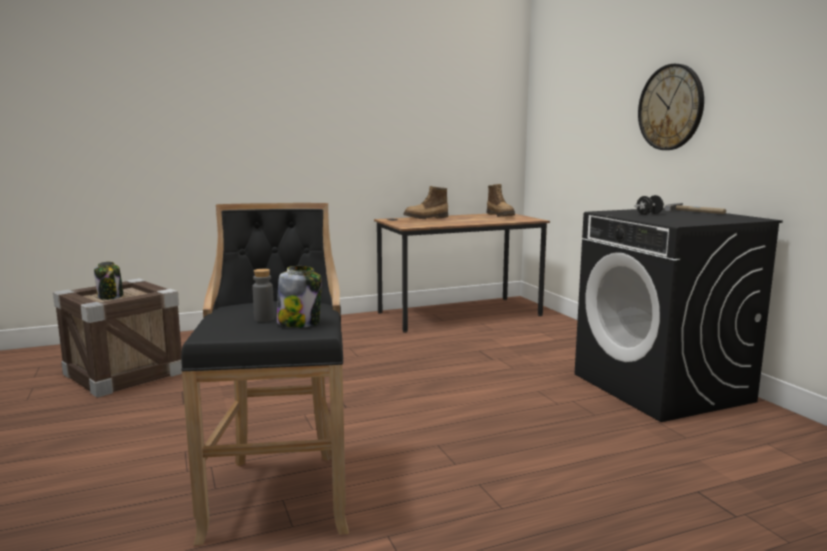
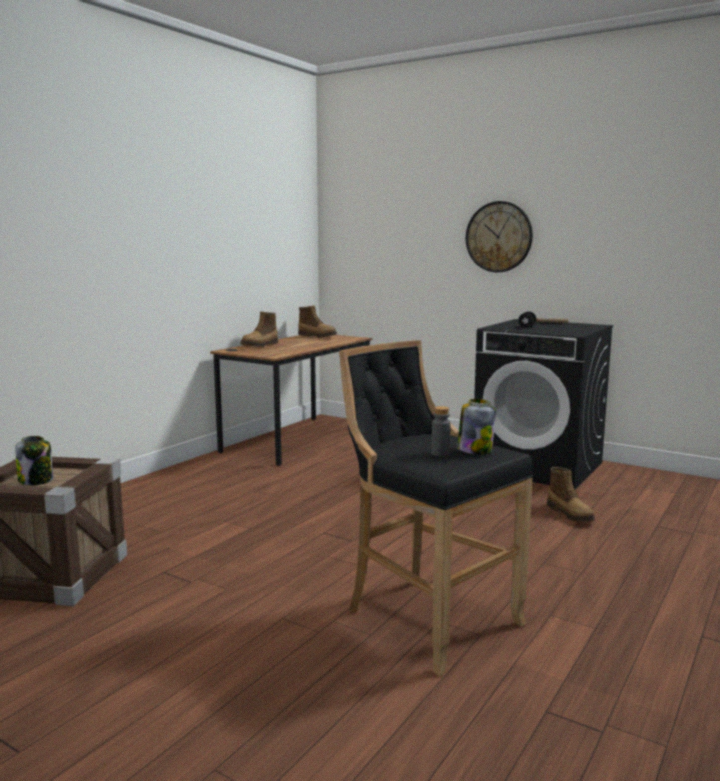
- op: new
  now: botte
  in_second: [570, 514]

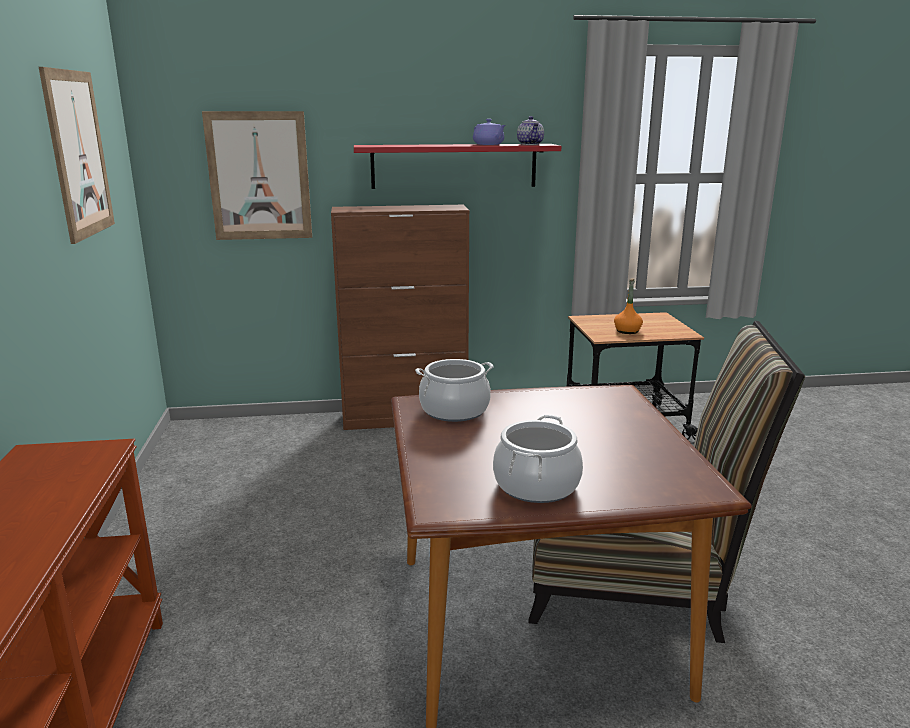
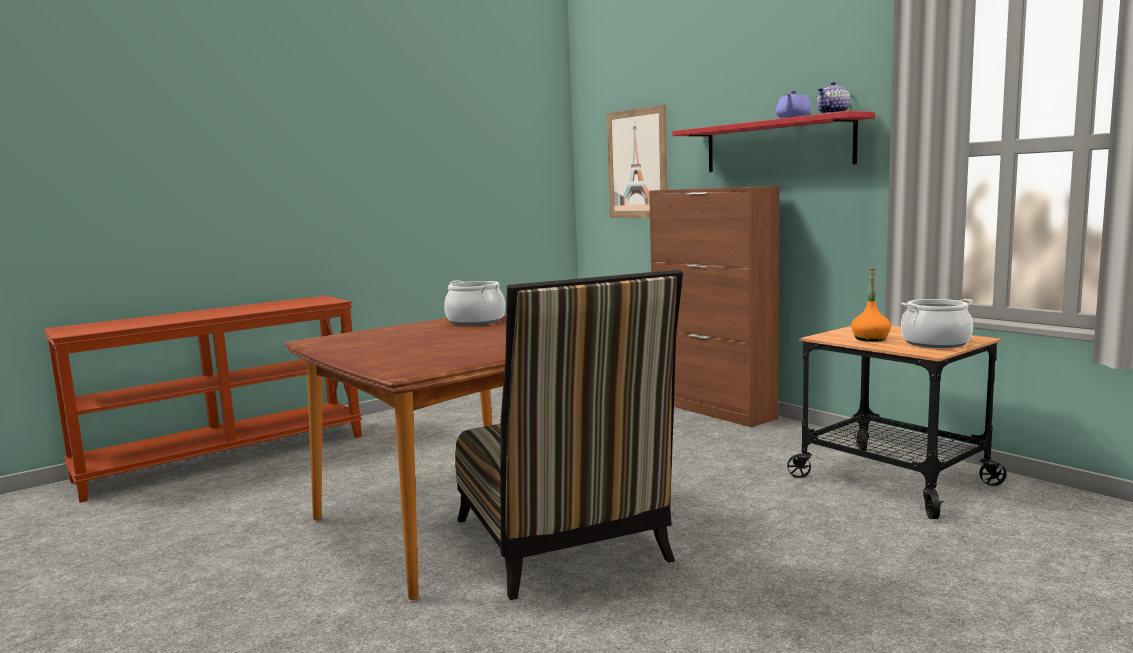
- op: gone
  was: tableau
  in_first: [78, 154]
- op: shifted
  was: marmite
  in_first: [536, 485]
  in_second: [935, 343]

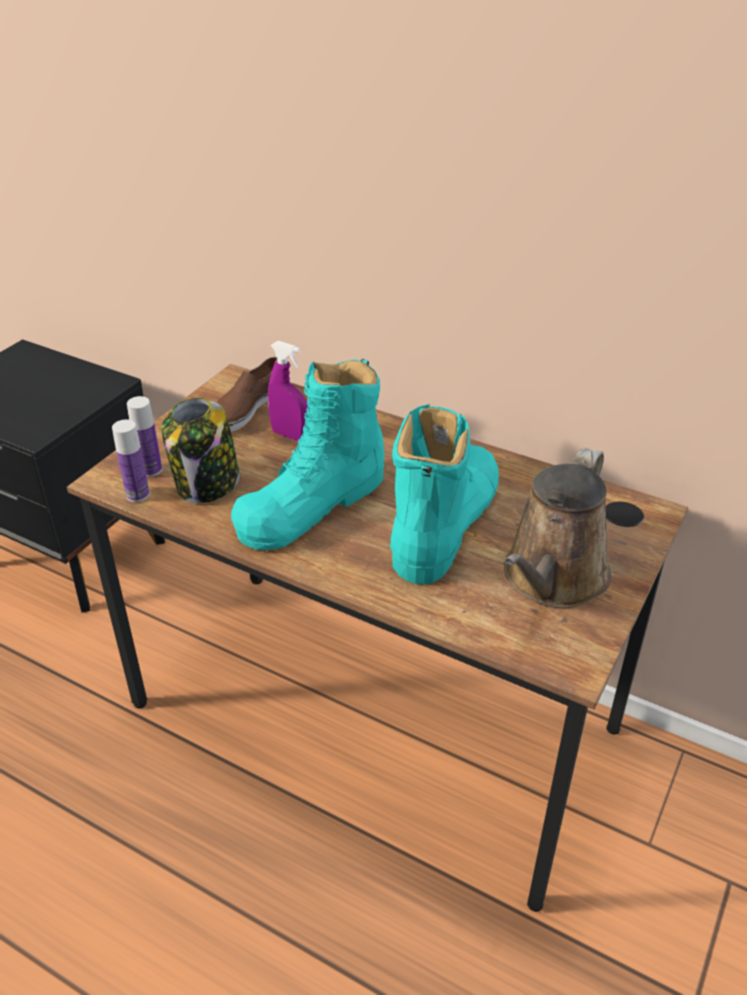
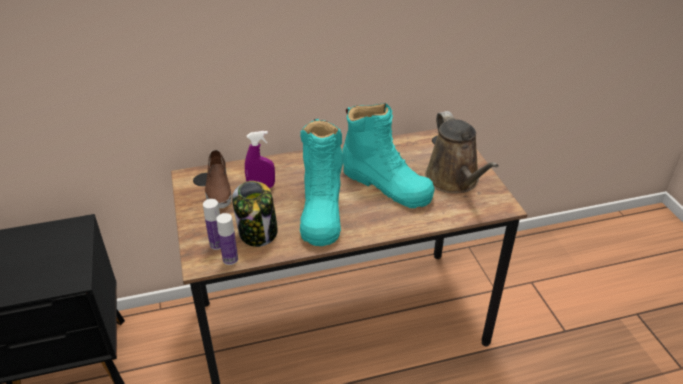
- op: rotated
  was: botte/turquoise
  in_first: [444, 523]
  in_second: [386, 184]
  clockwise: 150

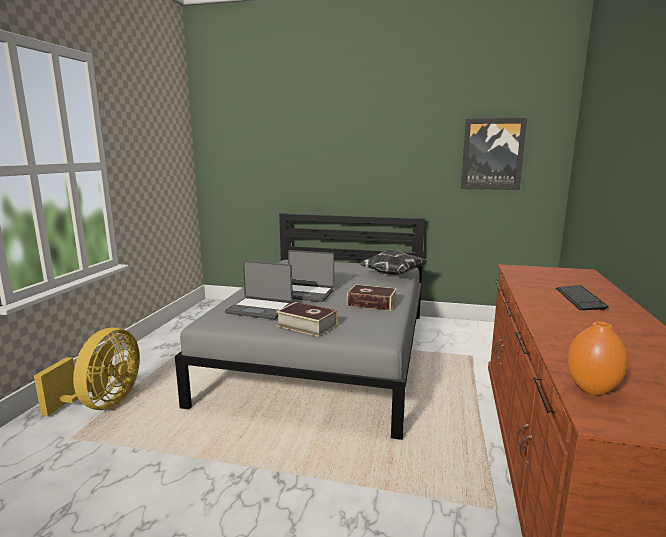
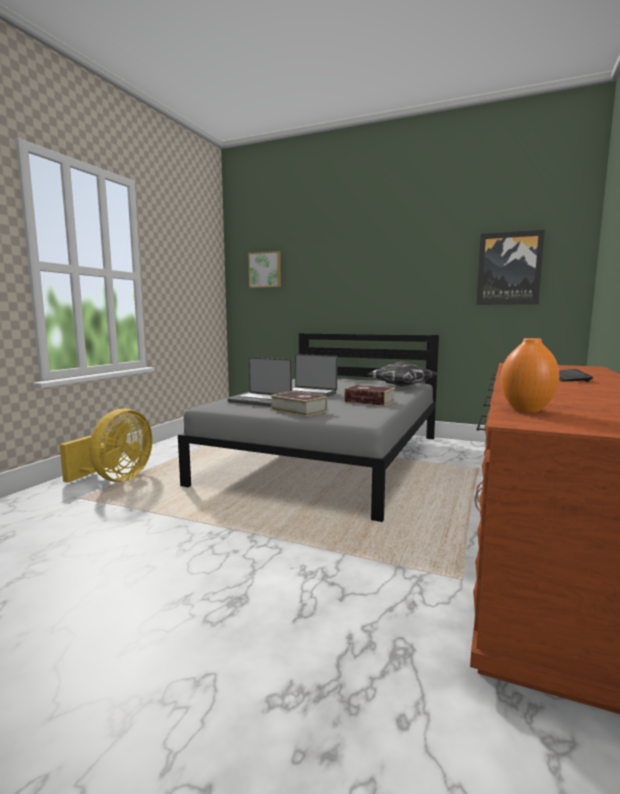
- op: new
  now: tableau
  in_second: [265, 270]

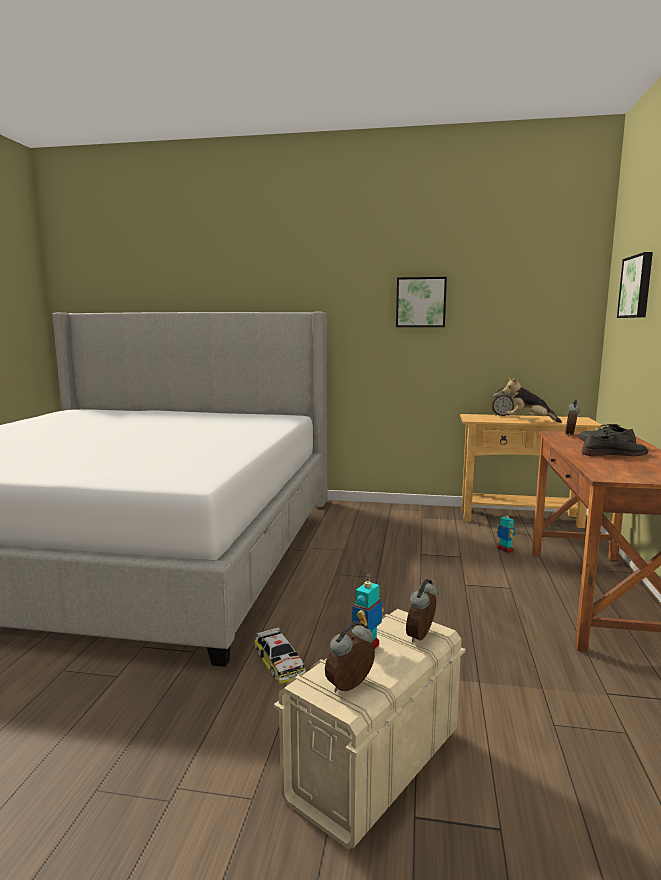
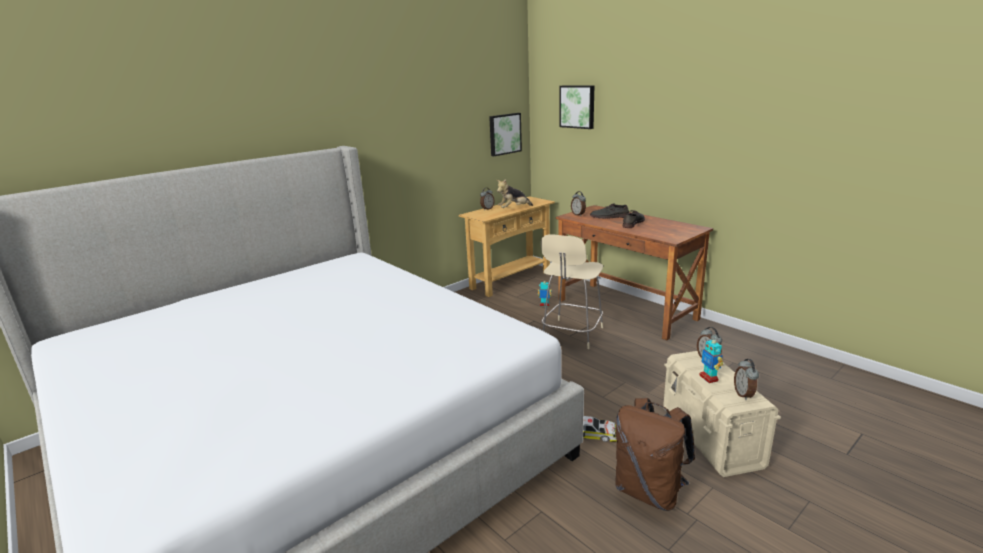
- op: shifted
  was: tableau
  in_first: [421, 302]
  in_second: [504, 134]
- op: new
  now: chaise/beige
  in_second: [571, 335]
- op: new
  now: sac à dos/marron
  in_second: [649, 491]

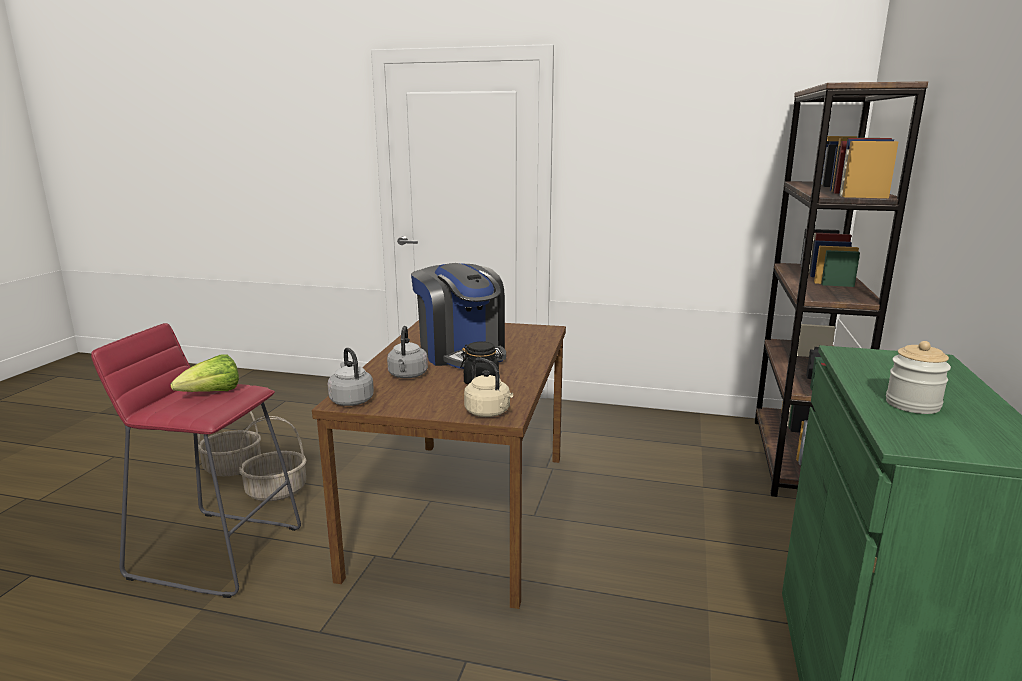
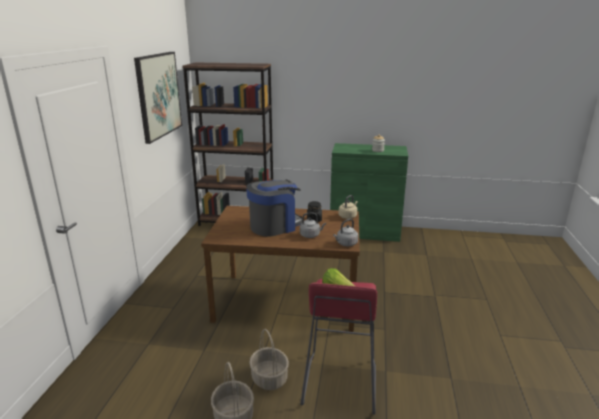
- op: new
  now: tableau
  in_second: [158, 95]

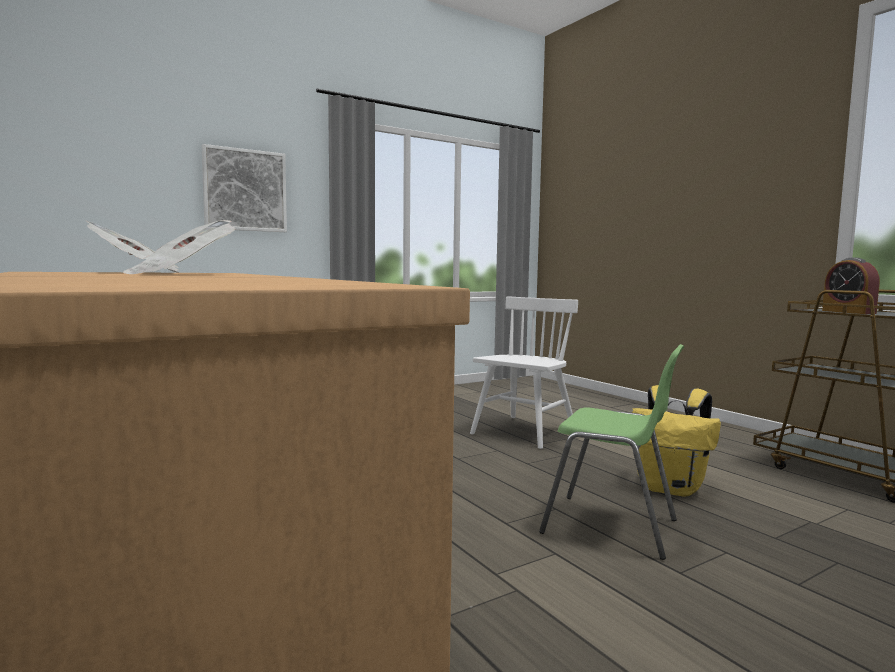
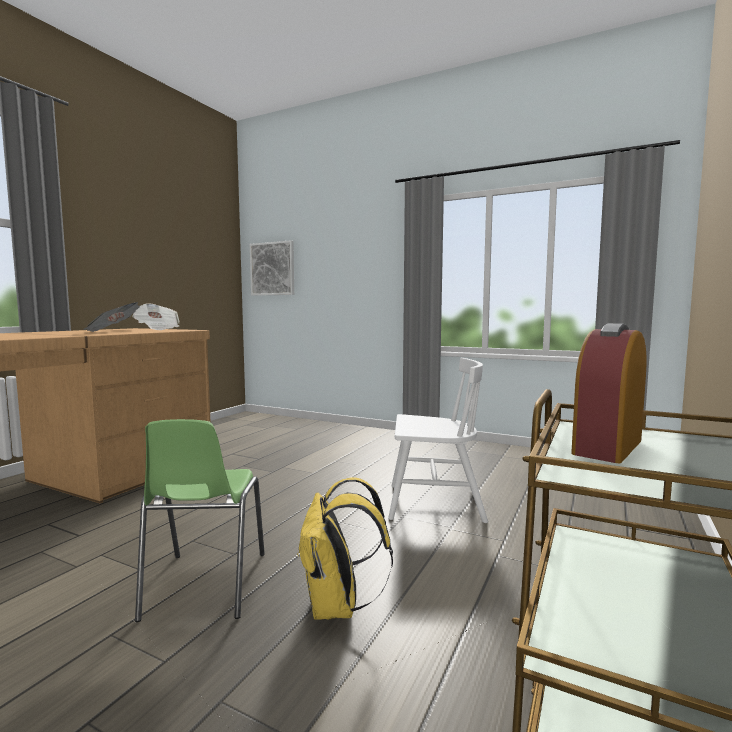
- op: shifted
  was: tableau
  in_first: [245, 190]
  in_second: [272, 269]

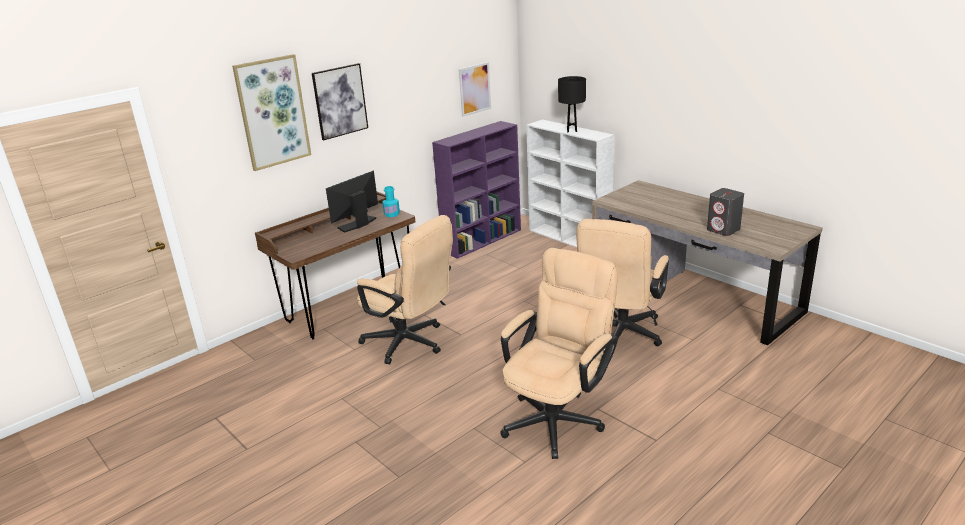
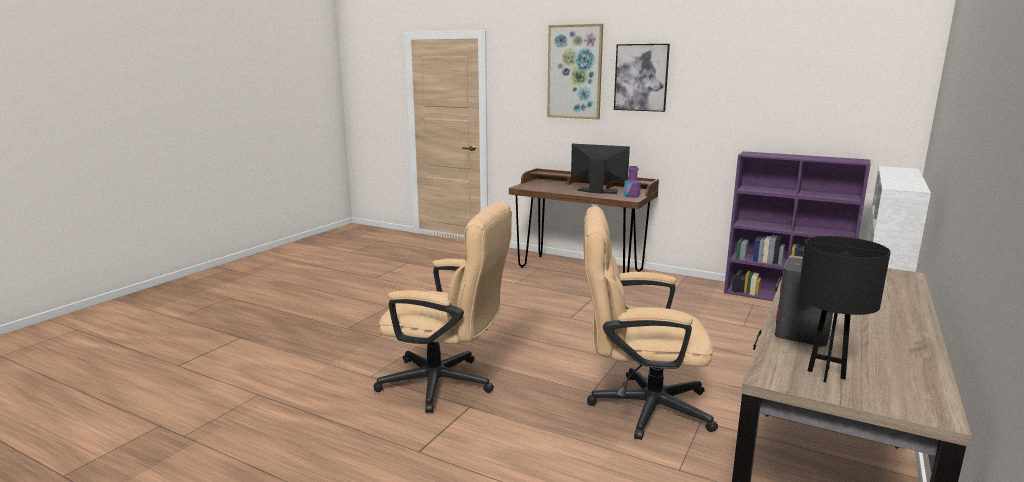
- op: gone
  was: tableau
  in_first: [475, 89]
- op: shifted
  was: lampe de table/noir
  in_first: [571, 130]
  in_second: [826, 374]
- op: repainted
  was: bouteille/turquoise
  now: bouteille/violet
  in_first: [392, 214]
  in_second: [631, 196]
- op: gone
  was: chaise de bureau/beige
  in_first: [410, 343]

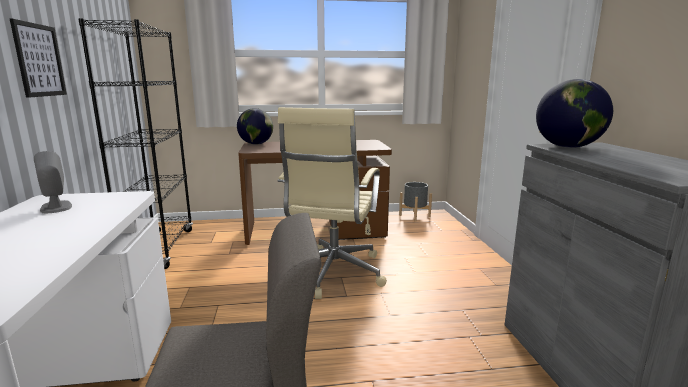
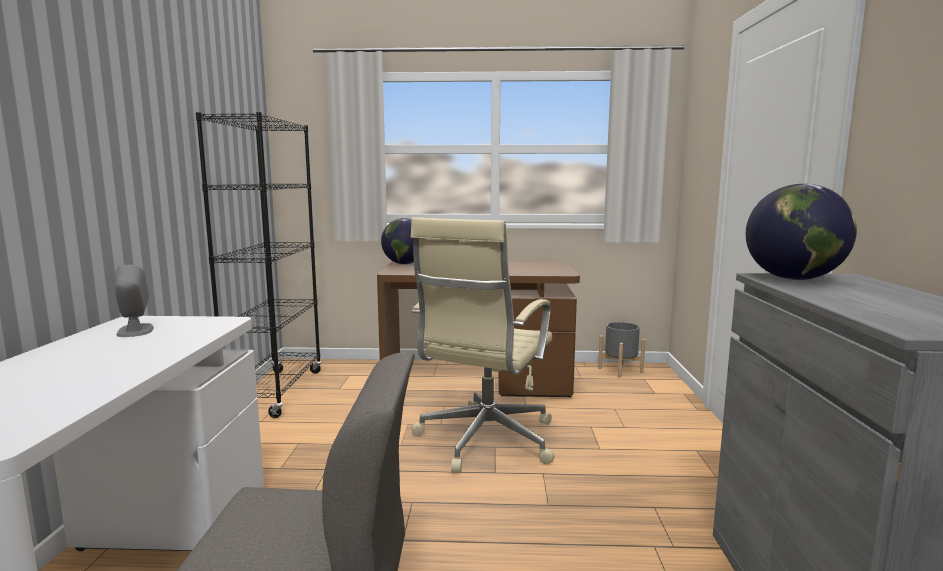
- op: gone
  was: tableau
  in_first: [39, 60]

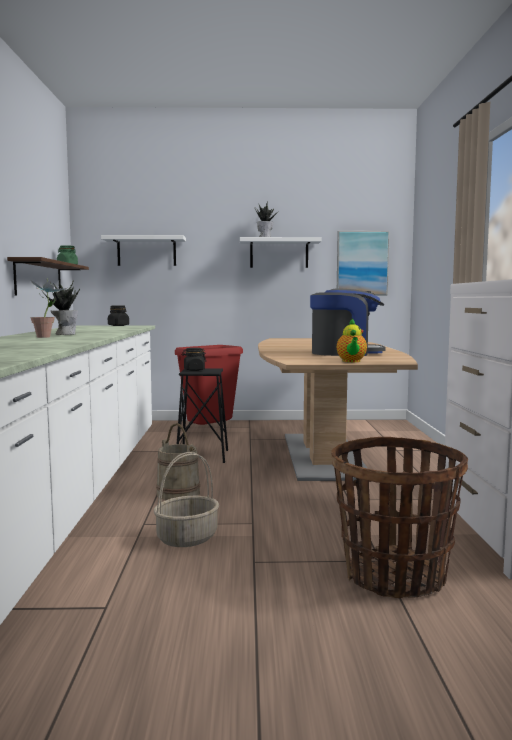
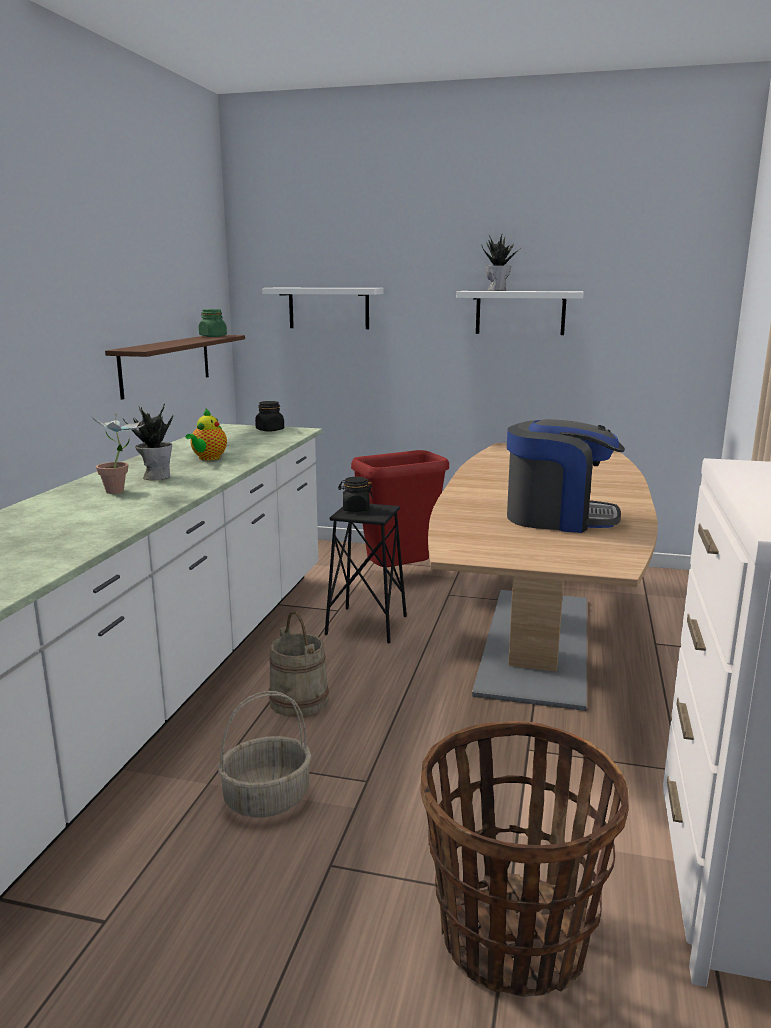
- op: gone
  was: tableau
  in_first: [362, 263]
- op: shifted
  was: théière
  in_first: [351, 361]
  in_second: [208, 458]

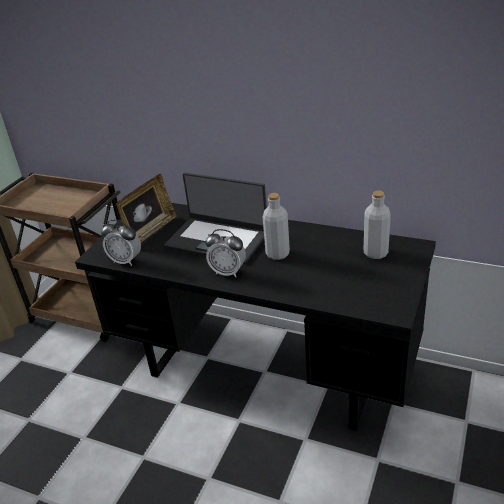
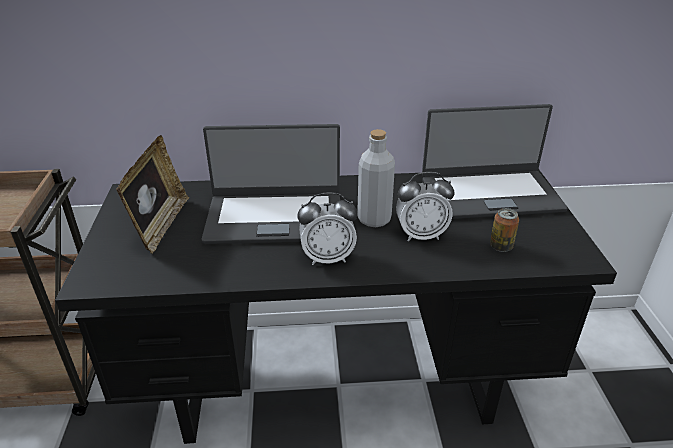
- op: swapped
  was: bouteille/gris
  now: ordinateur portable
  in_first: [375, 253]
  in_second: [490, 194]
- op: shifted
  was: réveil
  in_first: [126, 261]
  in_second: [421, 235]
- op: new
  now: boîte métallique
  in_second: [501, 246]

